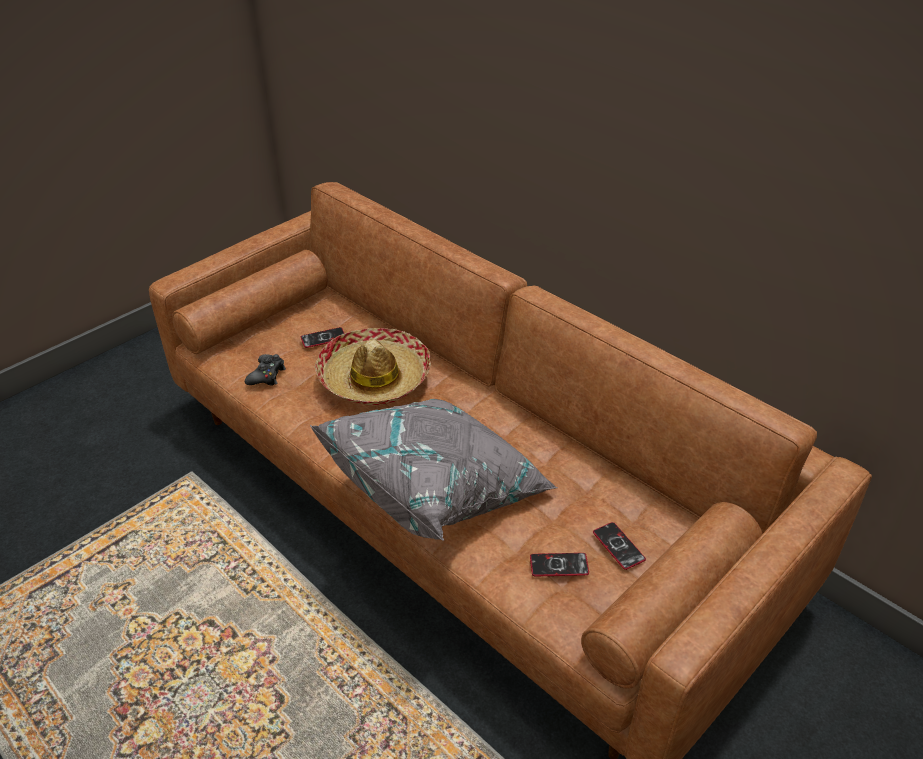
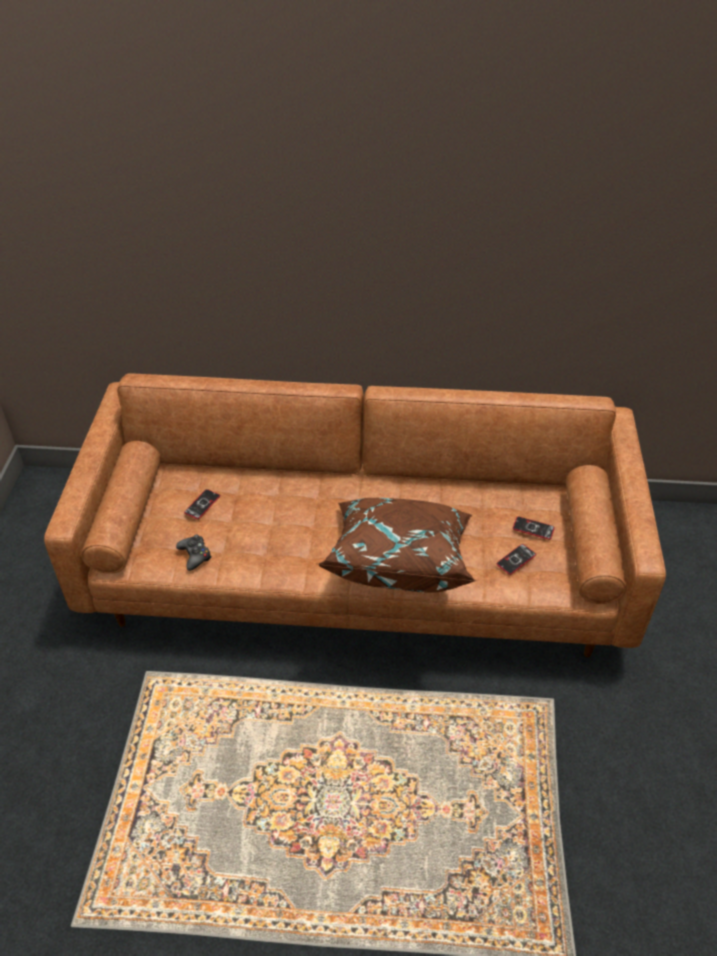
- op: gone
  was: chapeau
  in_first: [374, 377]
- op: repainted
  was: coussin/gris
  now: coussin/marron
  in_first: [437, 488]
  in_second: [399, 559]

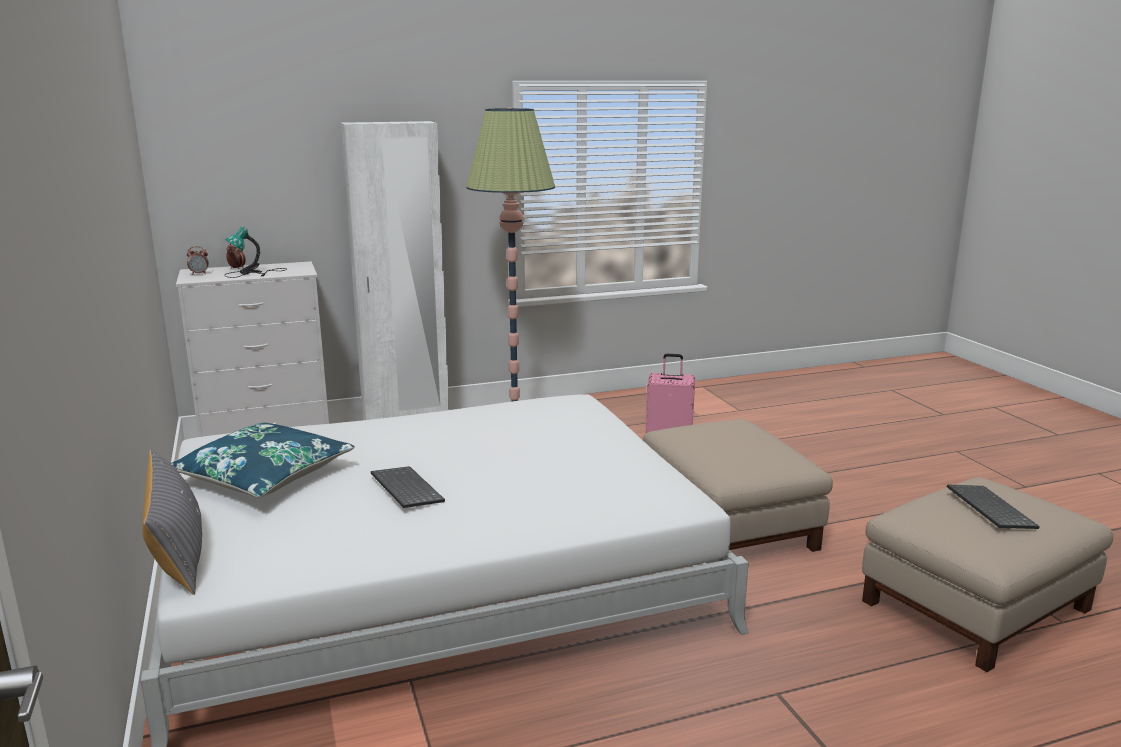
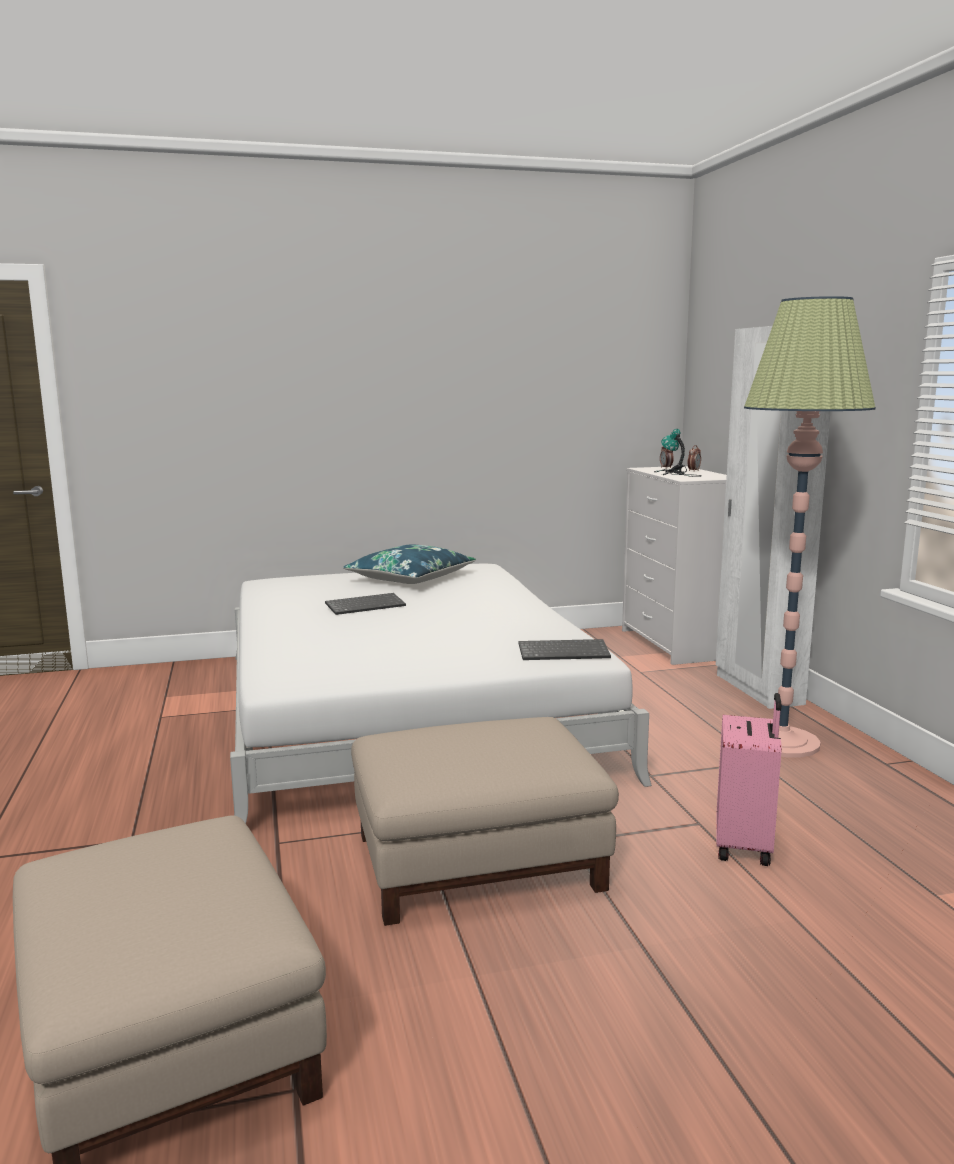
- op: gone
  was: coussin/gris
  in_first: [178, 552]
- op: shifted
  was: clavier
  in_first: [988, 508]
  in_second: [564, 652]

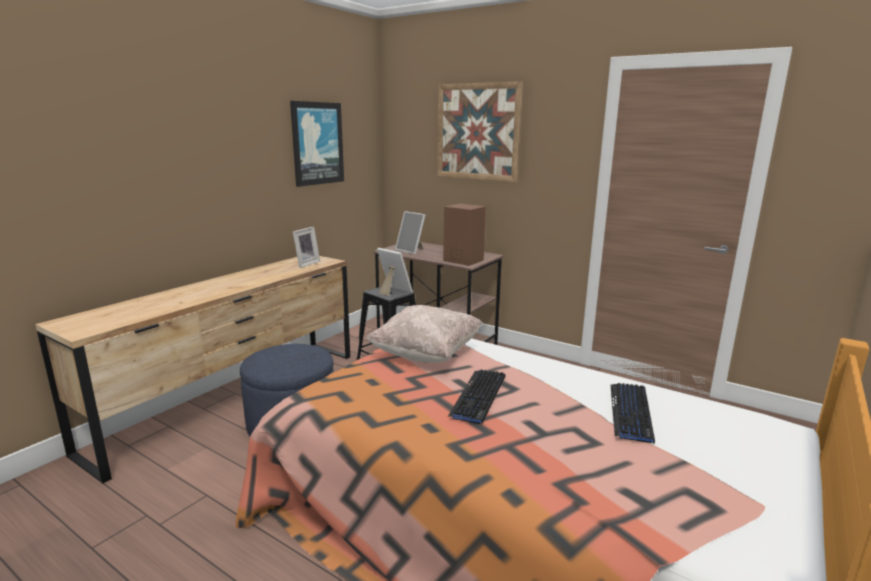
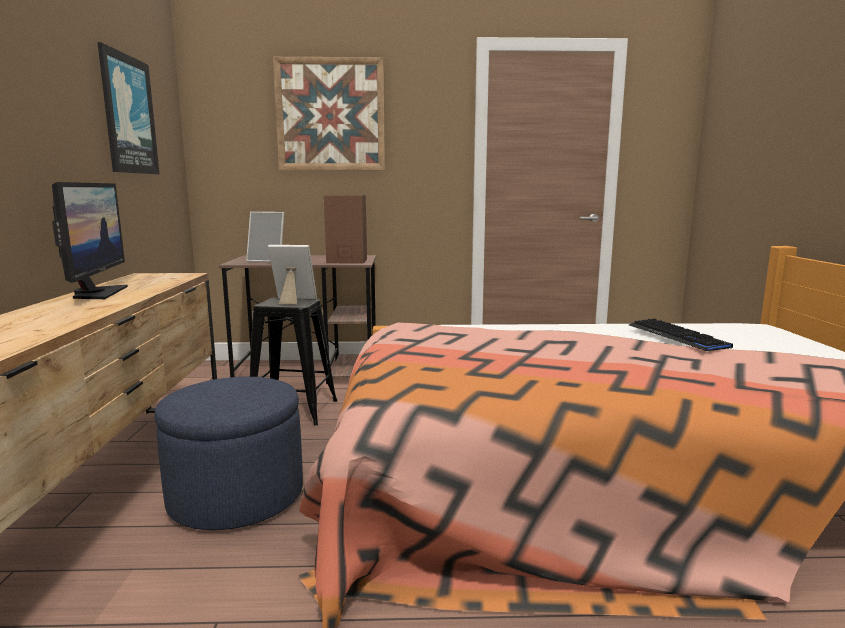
- op: gone
  was: cadre photo
  in_first: [305, 263]
- op: gone
  was: coussin/beige
  in_first: [426, 354]
- op: gone
  was: clavier
  in_first: [478, 396]
- op: new
  now: écran d'ordinateur
  in_second: [97, 293]

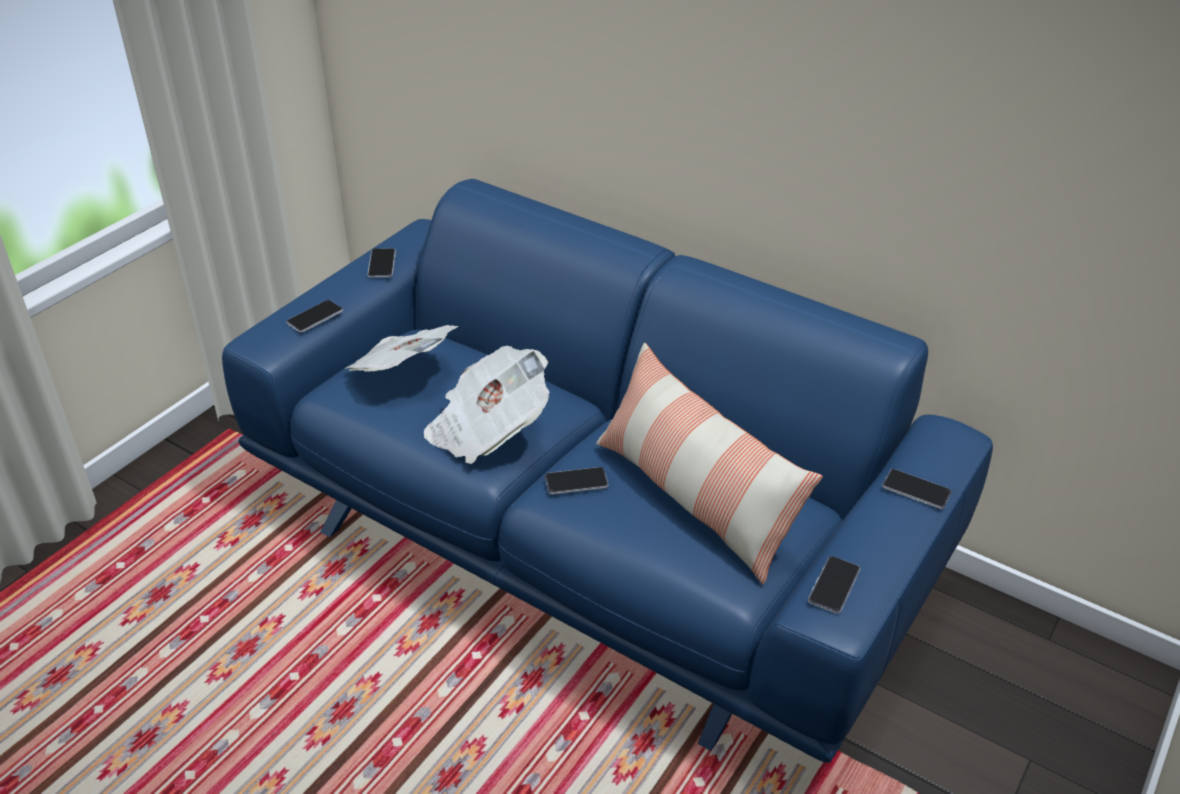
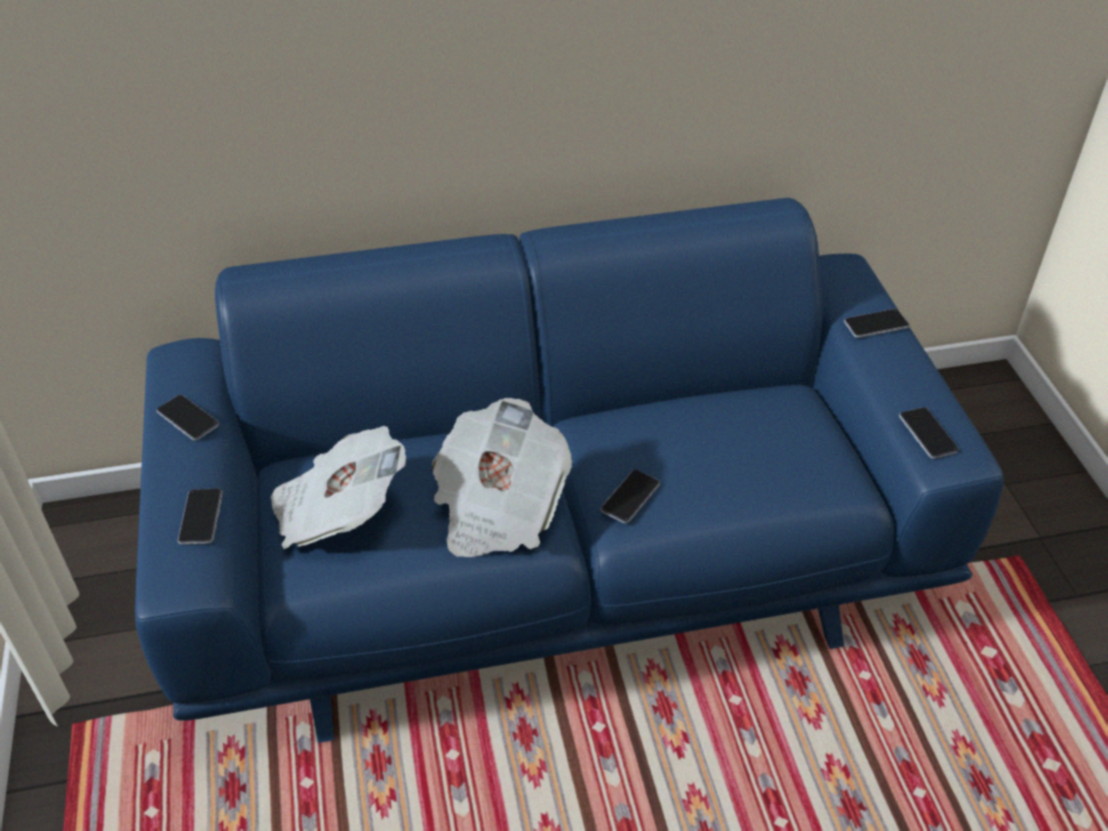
- op: gone
  was: coussin
  in_first: [694, 498]

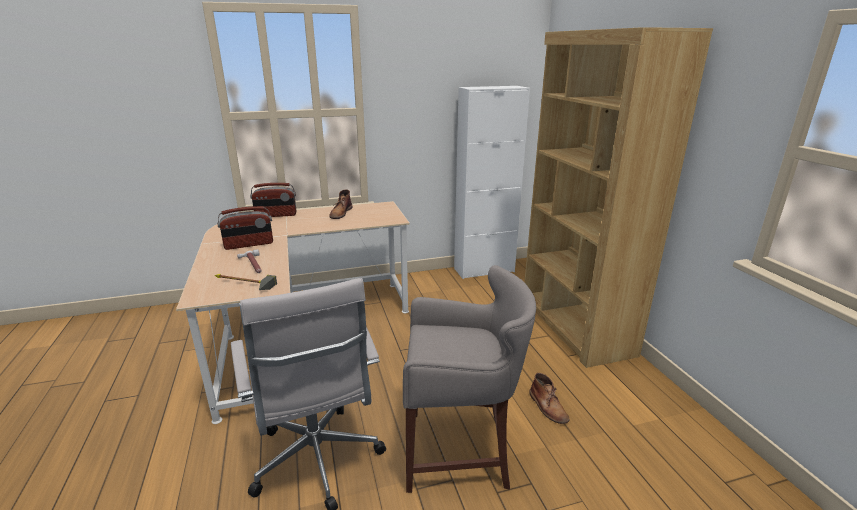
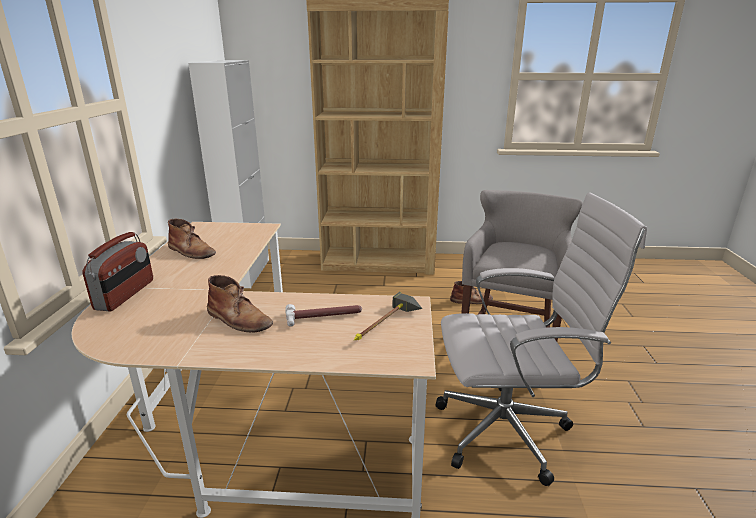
- op: swapped
  was: radio
  now: botte/marron
  in_first: [249, 245]
  in_second: [239, 319]

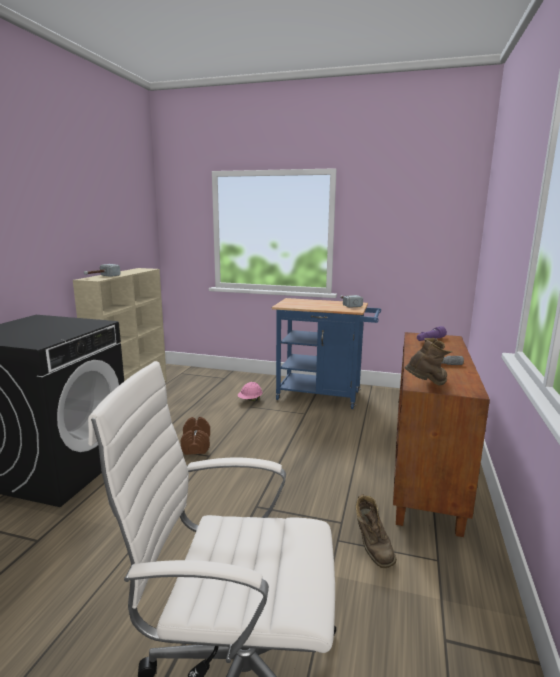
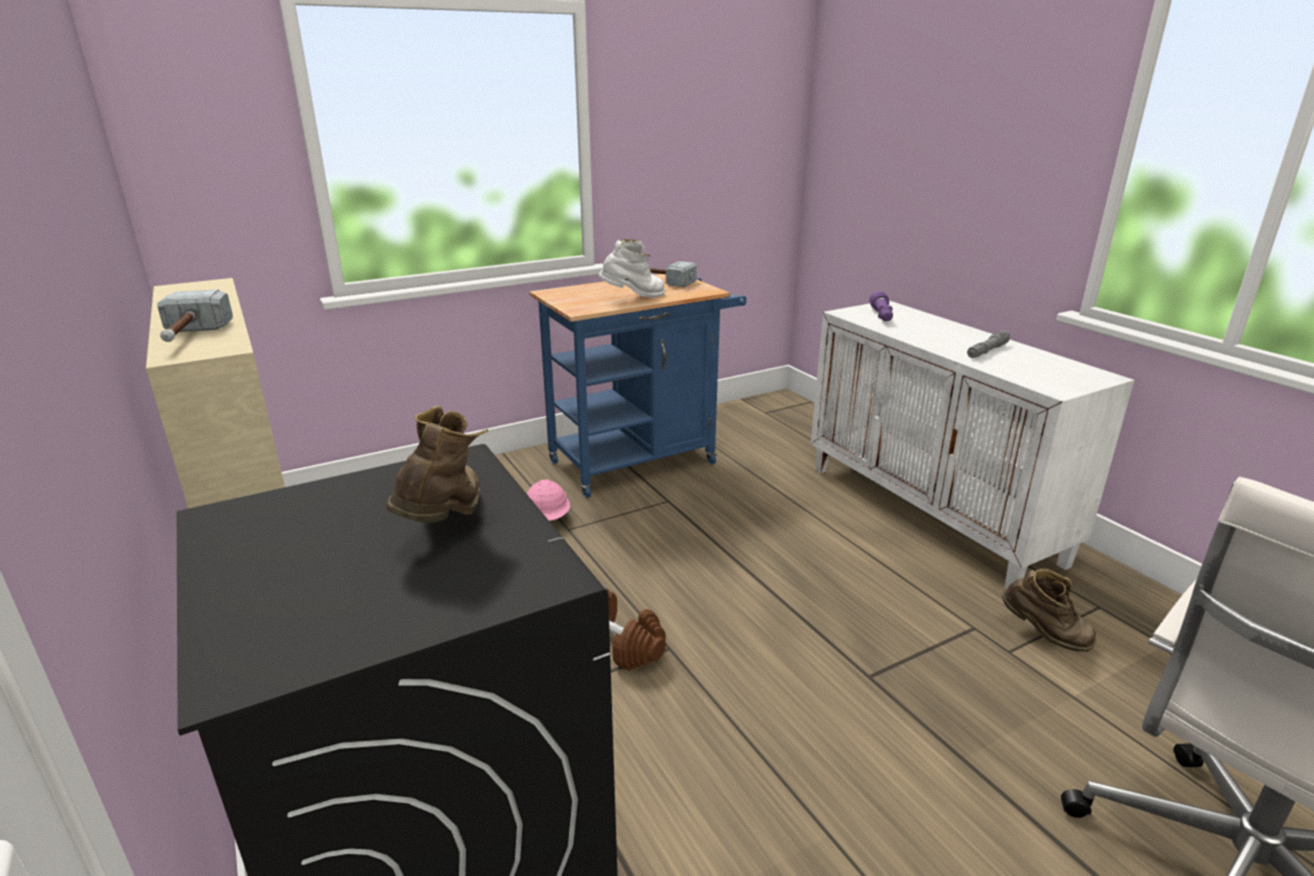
- op: repainted
  was: meuble de rangement/marron
  now: meuble de rangement/blanc
  in_first: [426, 474]
  in_second: [932, 513]
- op: shifted
  was: botte/marron
  in_first: [427, 386]
  in_second: [446, 524]
- op: new
  now: botte/blanc
  in_second: [634, 298]

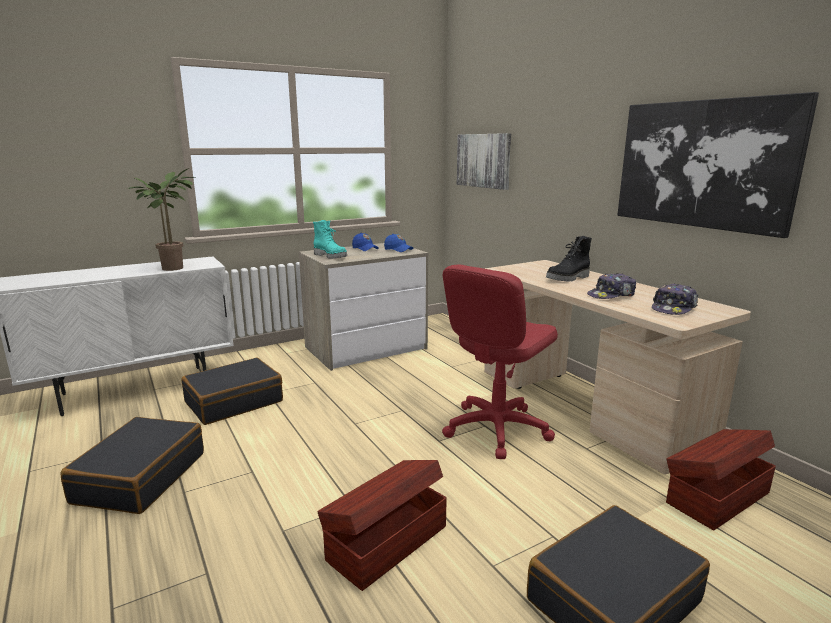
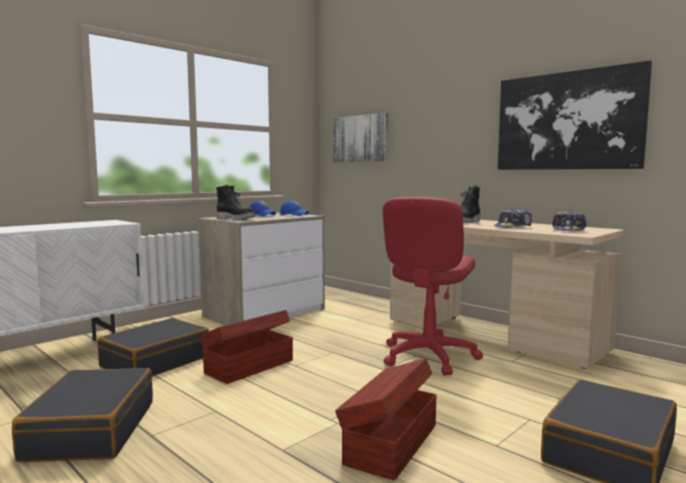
- op: gone
  was: plante en pot
  in_first: [174, 267]
- op: repainted
  was: botte/turquoise
  now: botte/noir
  in_first: [331, 256]
  in_second: [236, 219]
- op: shifted
  was: boîte de rangement/marron
  in_first: [715, 497]
  in_second: [248, 366]

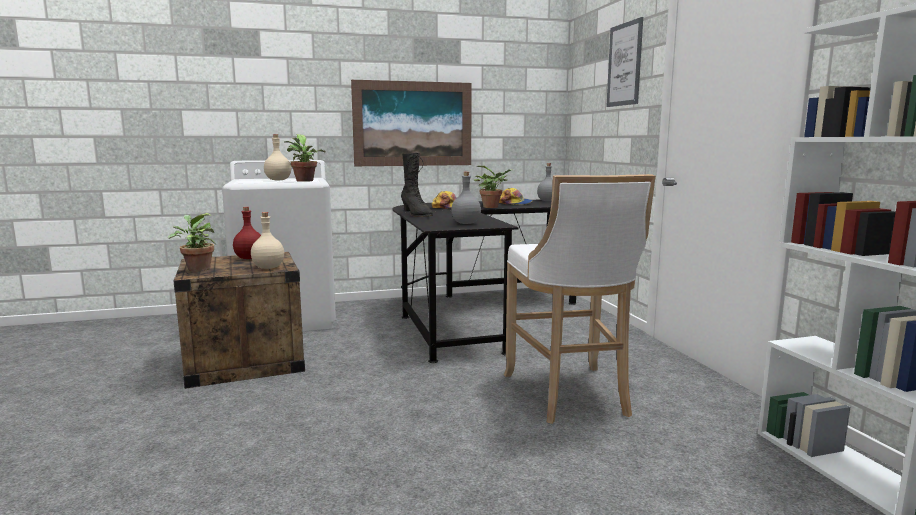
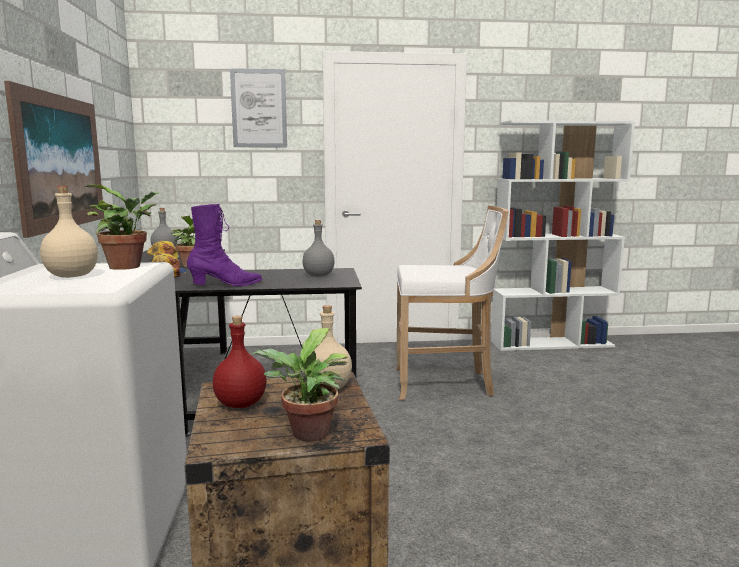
- op: repainted
  was: botte/noir
  now: botte/violet
  in_first: [416, 215]
  in_second: [226, 285]

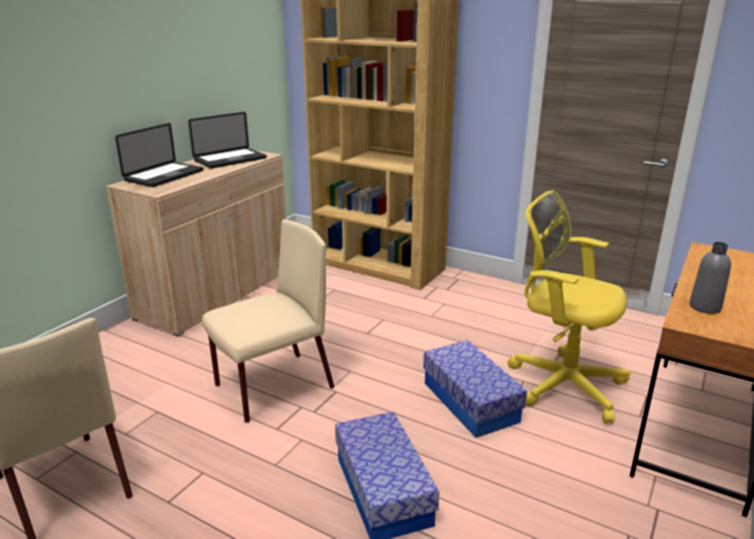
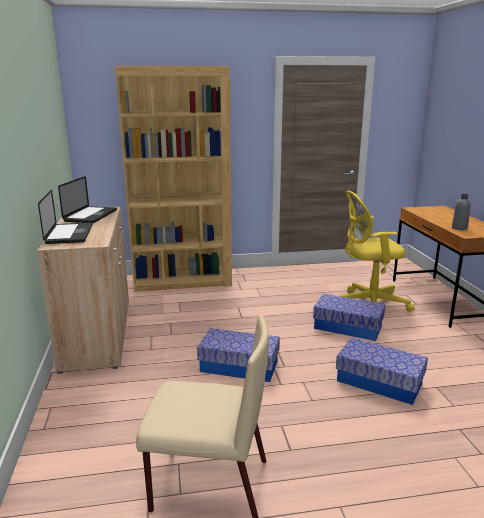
- op: swapped
  was: chaise/beige
  now: boîte de rangement
  in_first: [272, 387]
  in_second: [239, 366]

